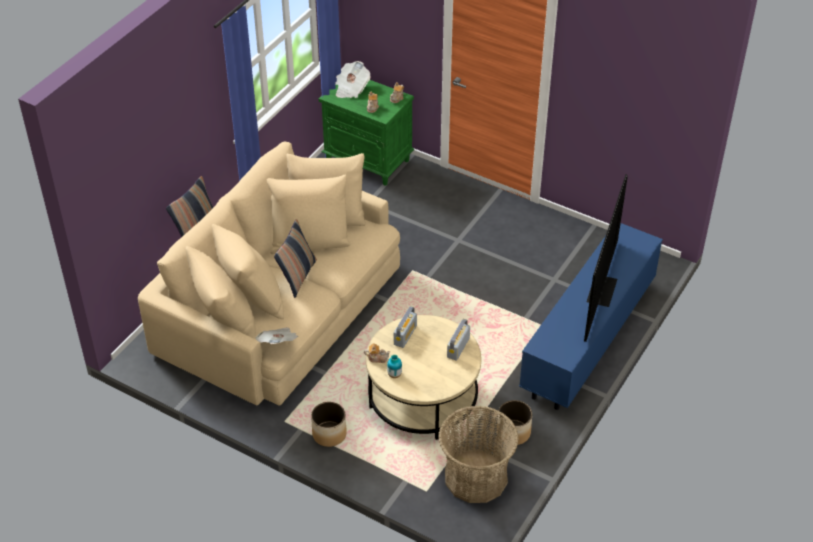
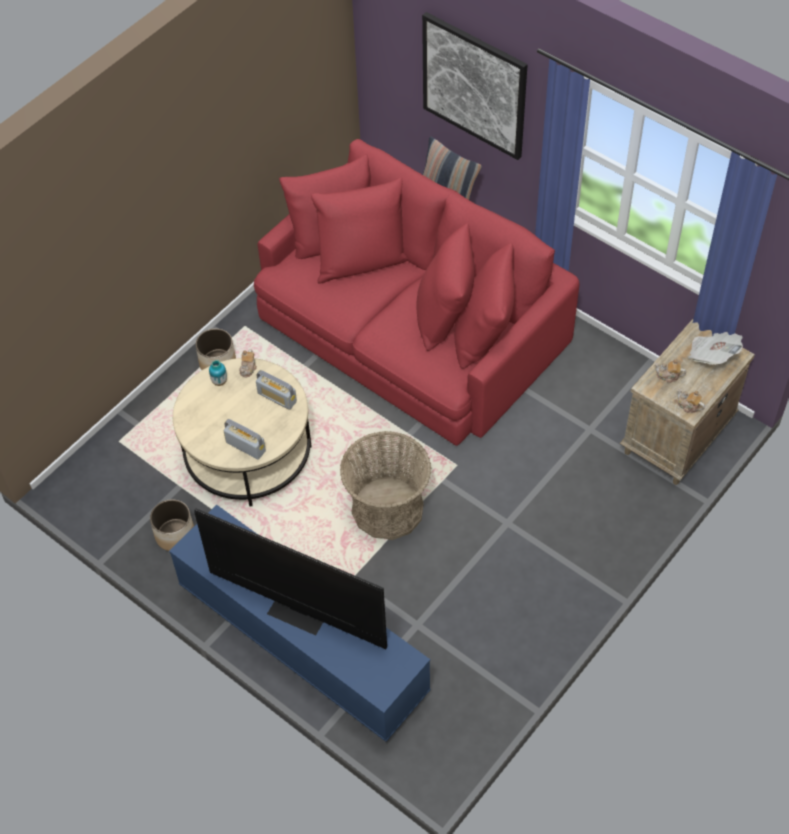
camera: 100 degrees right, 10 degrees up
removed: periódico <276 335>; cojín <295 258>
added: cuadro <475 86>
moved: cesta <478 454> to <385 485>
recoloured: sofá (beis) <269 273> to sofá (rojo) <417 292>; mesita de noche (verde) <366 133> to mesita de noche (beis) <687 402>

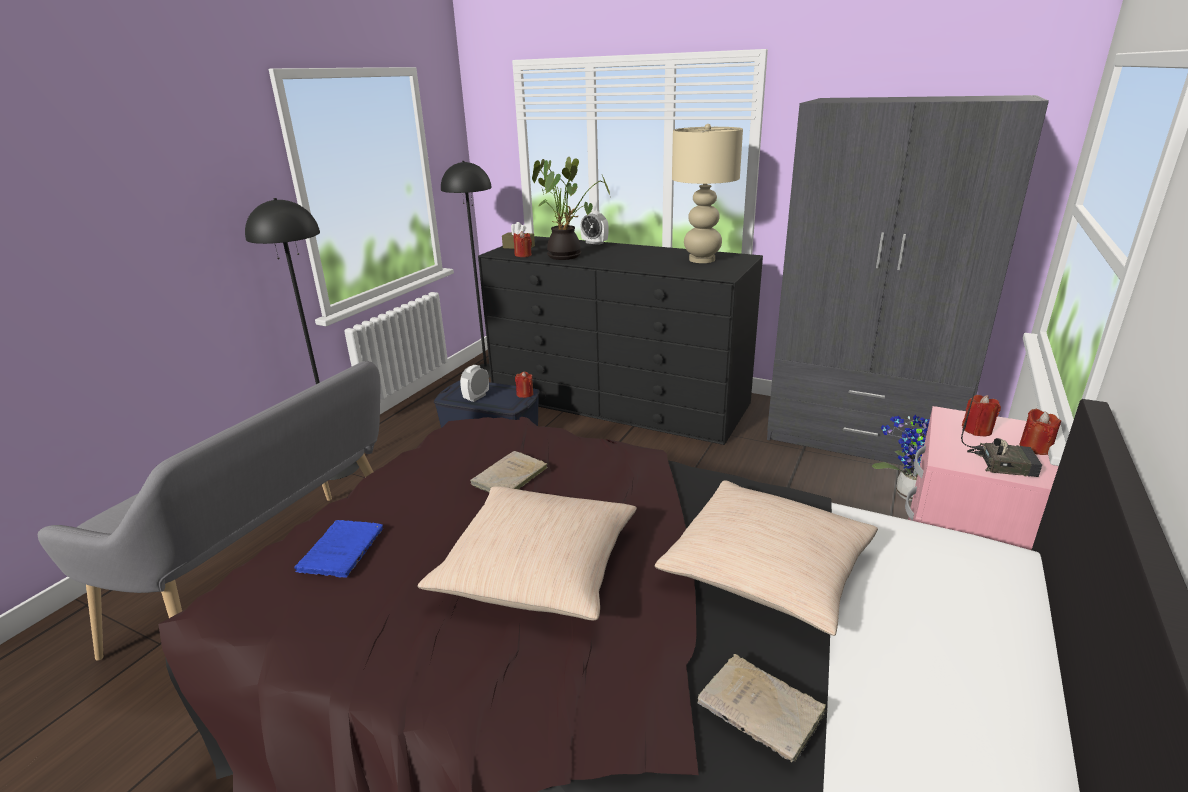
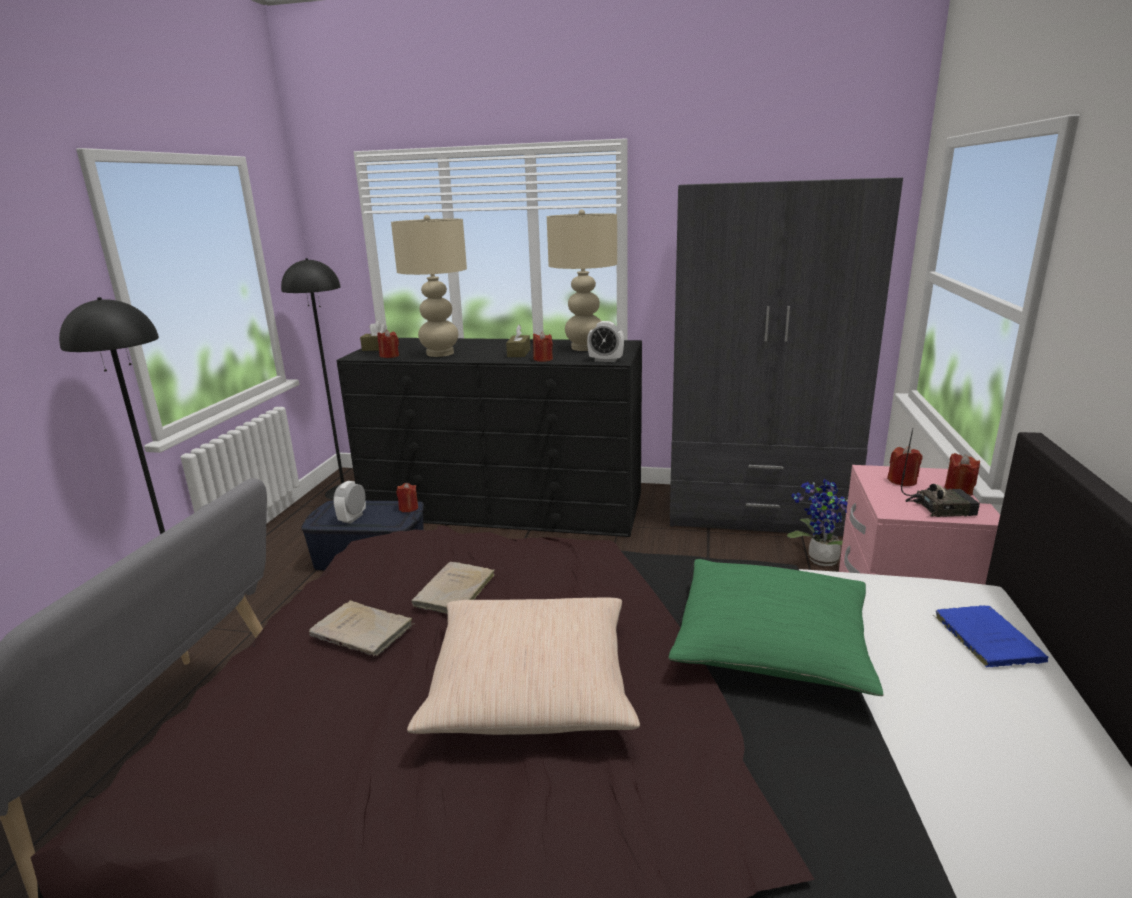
camera: 15 degrees left, 5 degrees down
added: caja de pañuelos (marrón) <518 341>; vela (rojo) <543 347>
moved: libro (azul) <338 549> to <991 636>; despertador <594 228> to <605 341>; libro (beis) <762 708> to <362 628>
replaced: planta en maceta <571 208> to lámpara de mesa (beis) <429 286>
recoloured: cojín (beis) <766 558> to cojín (verde) <776 627>

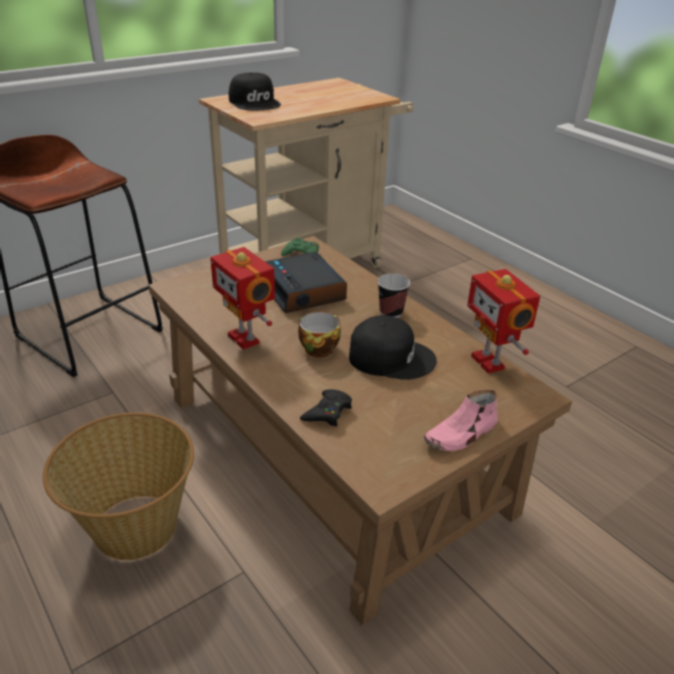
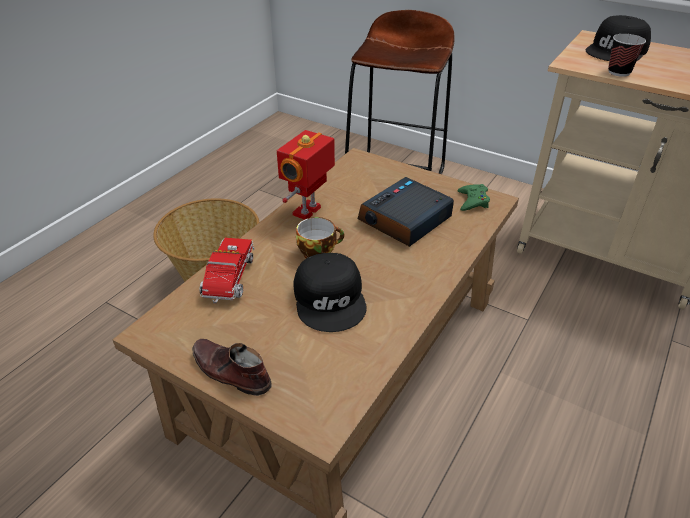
camera: 70 degrees right, 5 degrees up
removed: robot de juguete <503 321>
moved: taza <394 296> to <627 55>
replaced: mando de consola (negro) <326 408> to camión de juguete <226 271>
recoloured: zapato (rosa) <460 420> to zapato (marrón) <231 367>

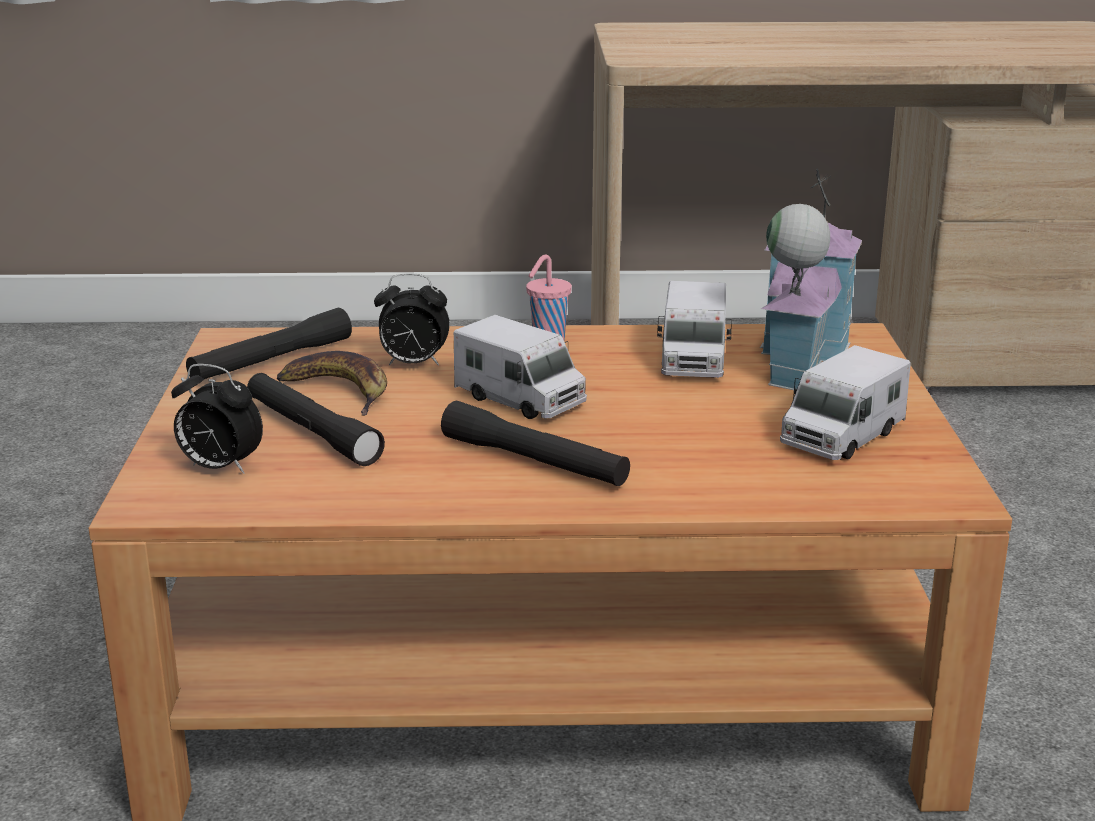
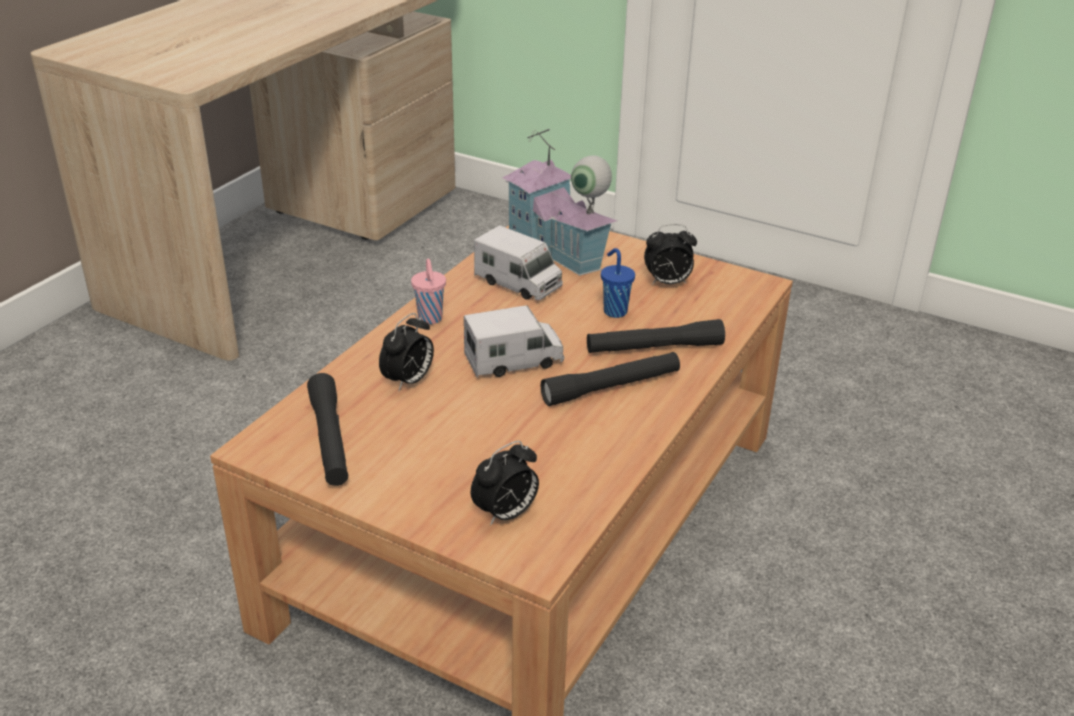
camera: 60 degrees left, 10 degrees up
removed: plátano <332 383>
added: taza (azul) <618 283>
moved: linterna (negro) <316 419> to <656 336>
replaced: camión de juguete <845 402> to despertador <670 254>

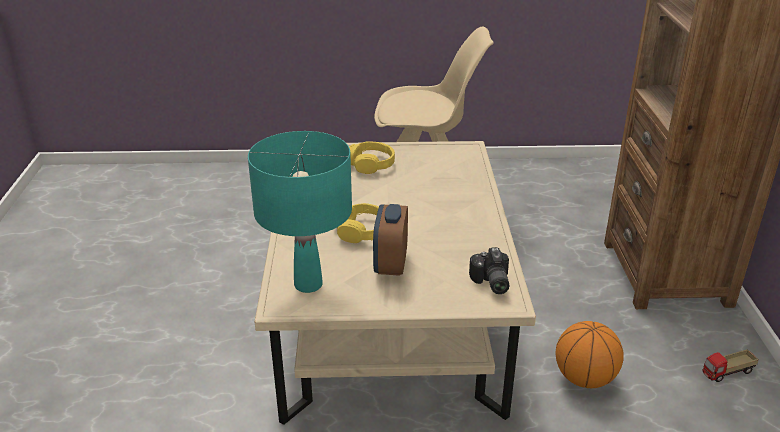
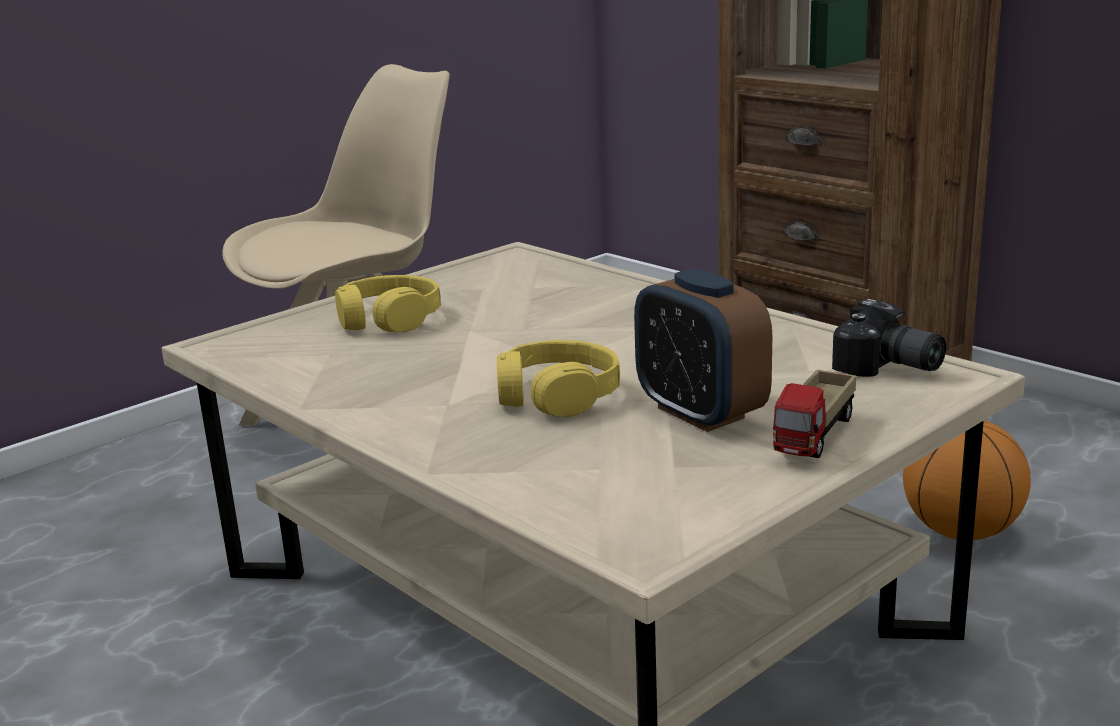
camera: 40 degrees left, 10 degrees down
removed: lámpara de mesa (turquesa) <300 212>
moved: camión de juguete <730 365> to <814 414>

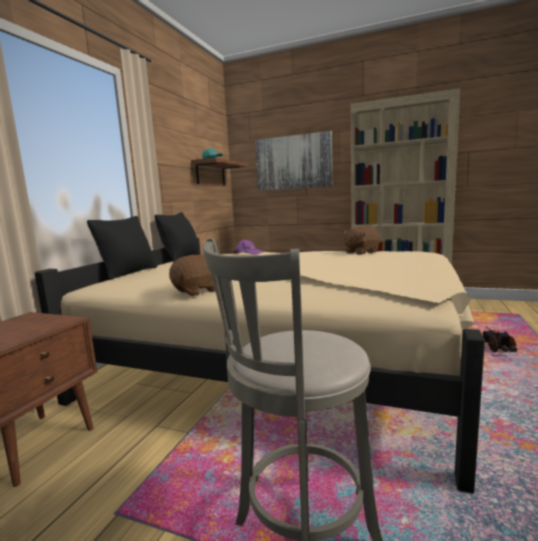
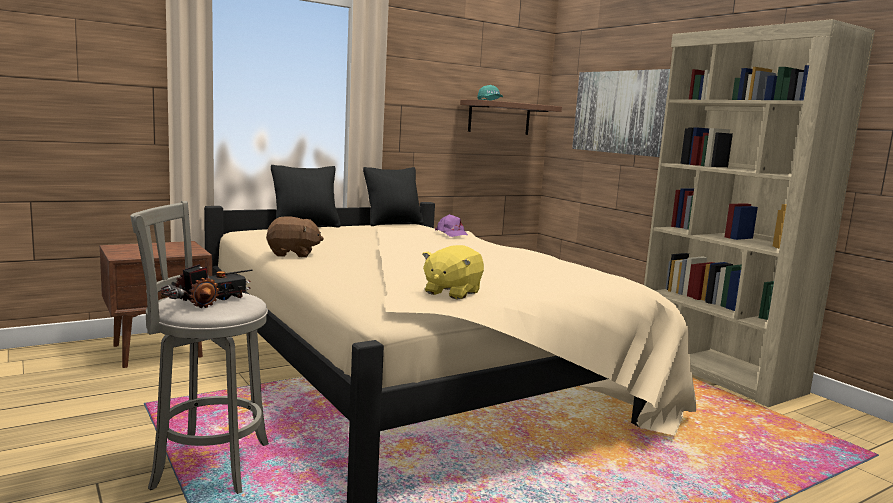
camera: 35 degrees right, 0 degrees up
removed: peluche (marrón) <362 240>
added: peluche (amarillo) <453 272>
moved: camión de juguete <500 339> to <207 286>

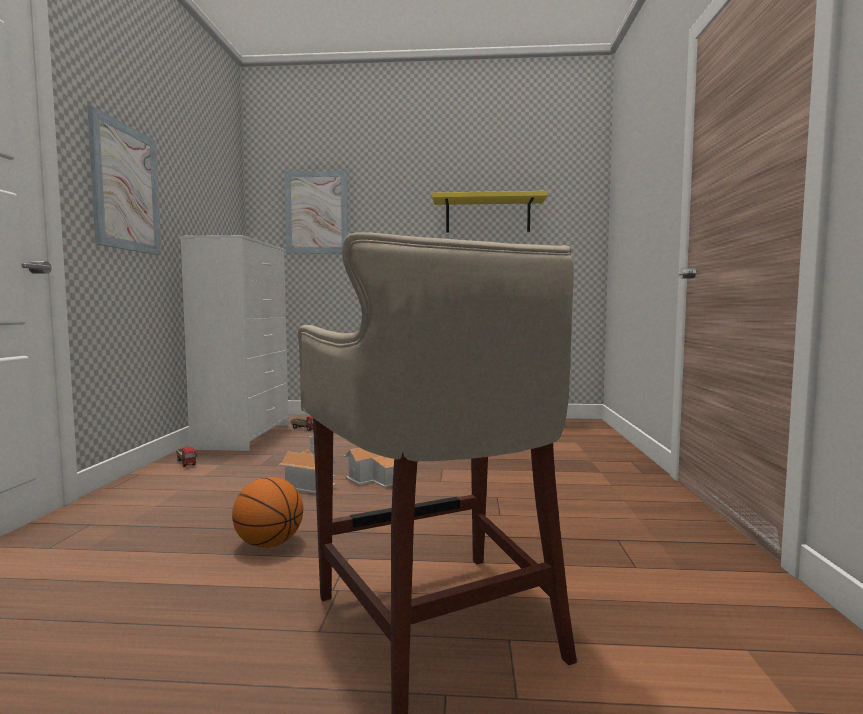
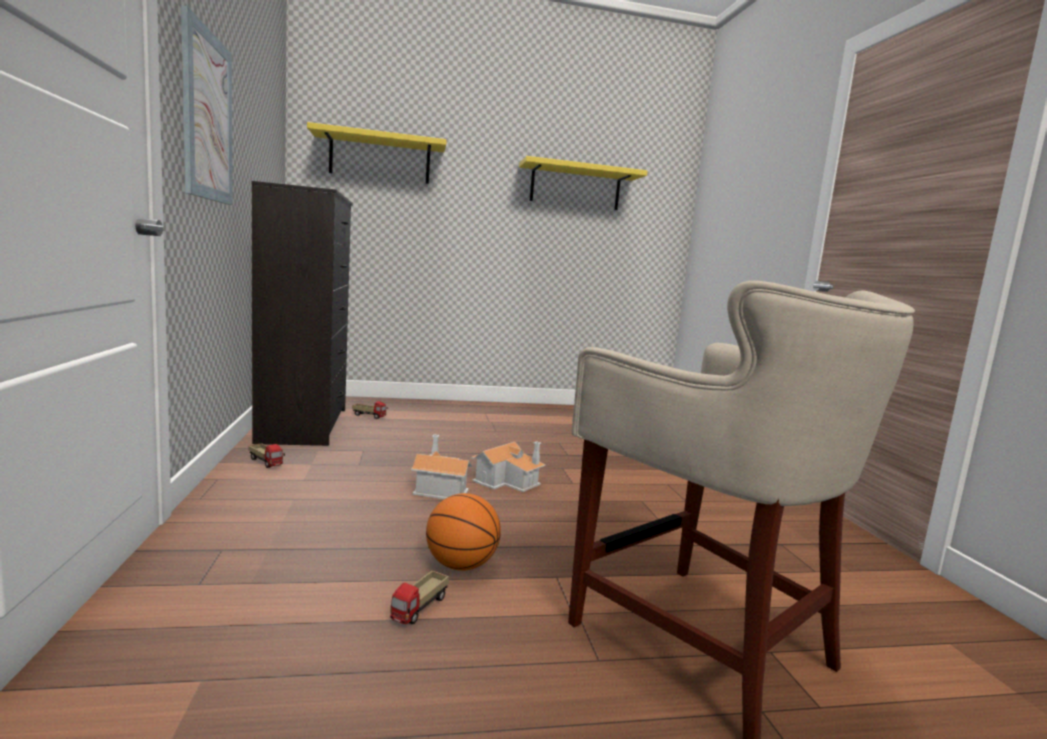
camera: 15 degrees left, 5 degrees up
added: camión de juguete <419 597>
replaced: cuadro <316 212> to estante (amarillo) <377 153>
recoloured: cómoda (blanco) <234 343> to cómoda (negro) <302 313>

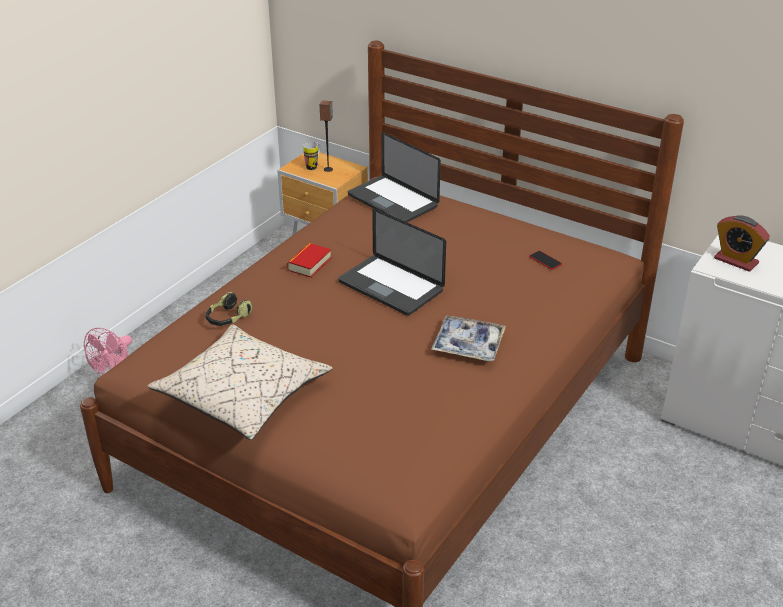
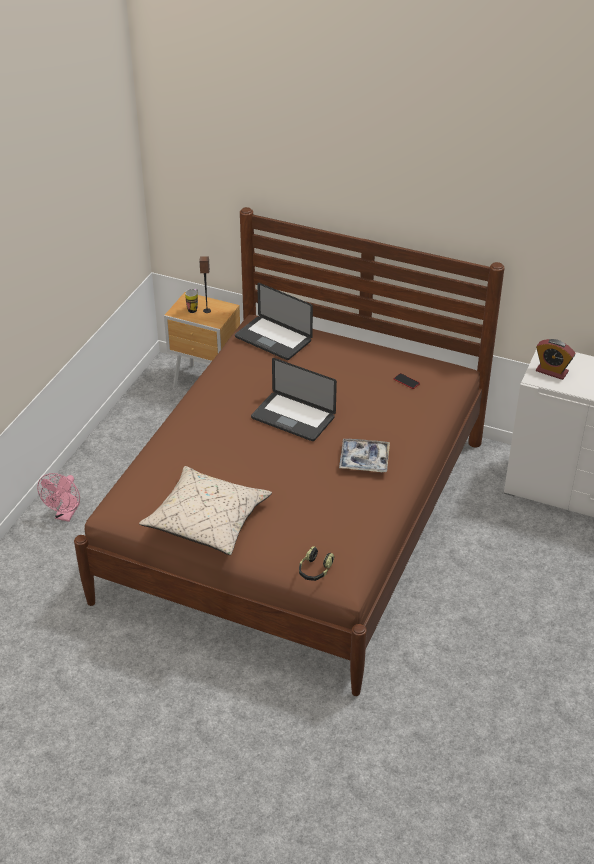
camera: 10 degrees left, 5 degrees up
removed: libro <309 260>
moved: auriculares <229 309> to <316 563>

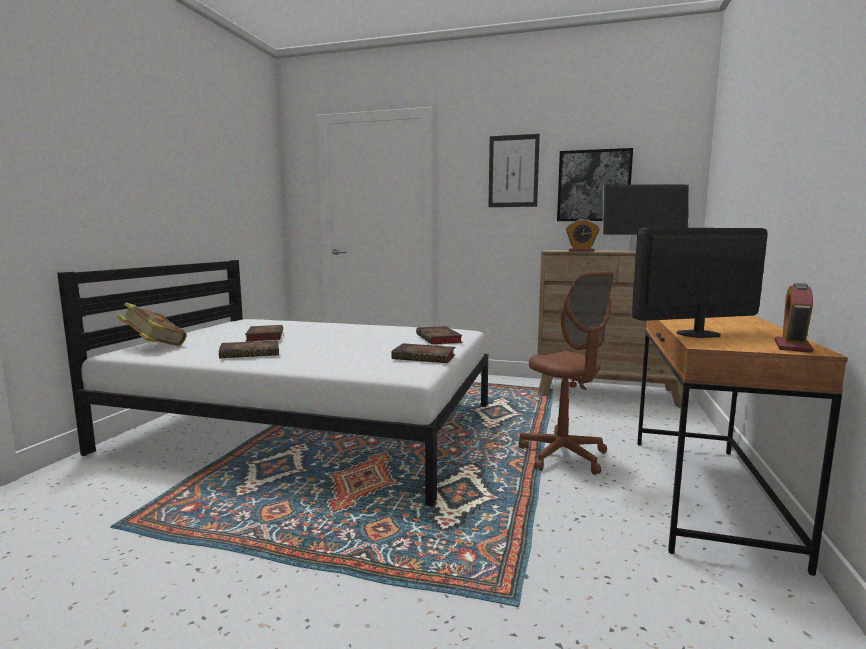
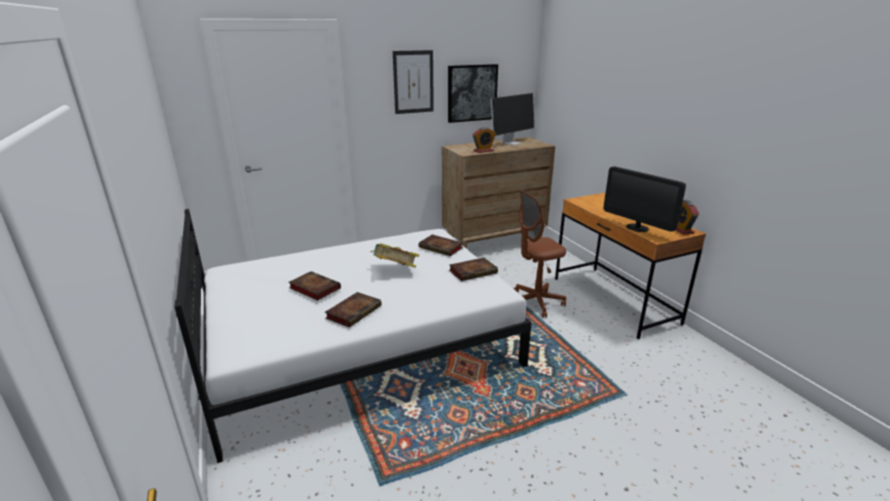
camera: 40 degrees left, 15 degrees up
moved: libro <152 324> to <395 255>
turned: silla de oficina (marrón) <566 373> = <539 254> 135 degrees clockwise; monitor <700 283> = <644 199> 75 degrees counterclockwise

